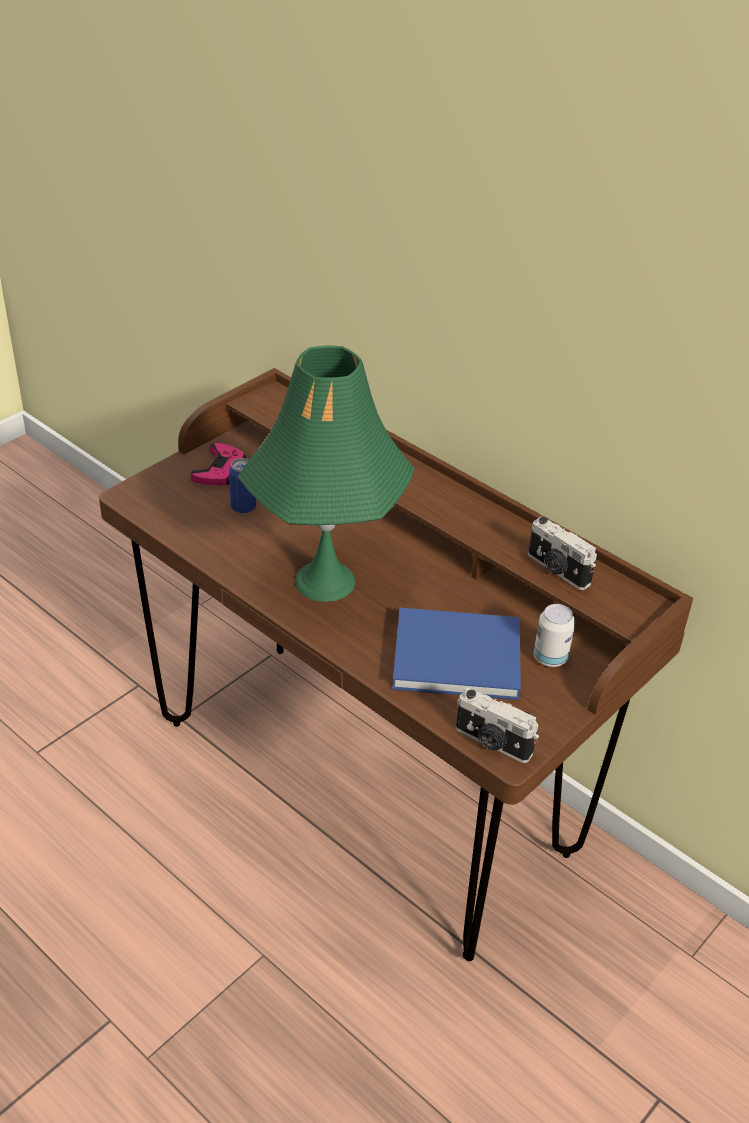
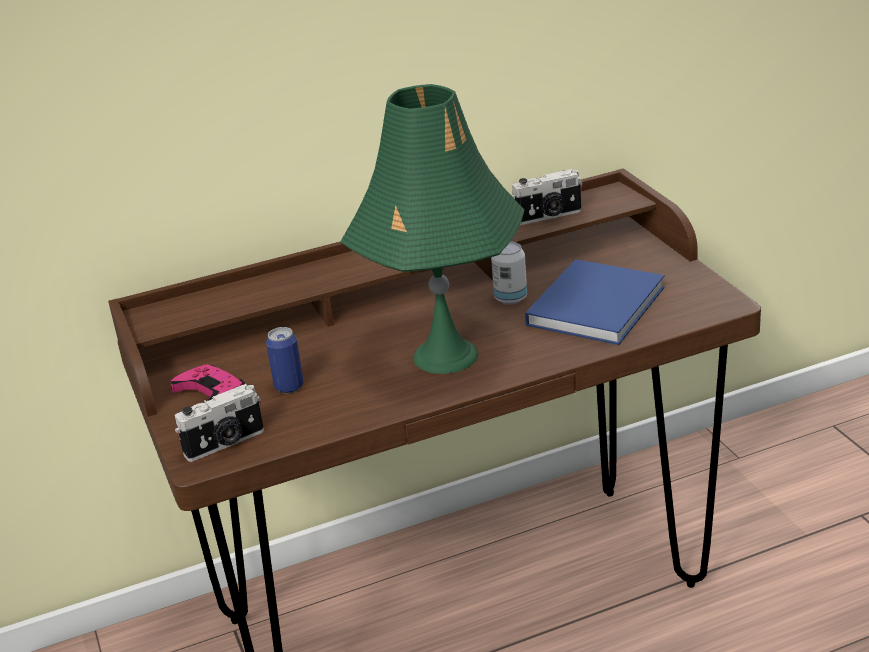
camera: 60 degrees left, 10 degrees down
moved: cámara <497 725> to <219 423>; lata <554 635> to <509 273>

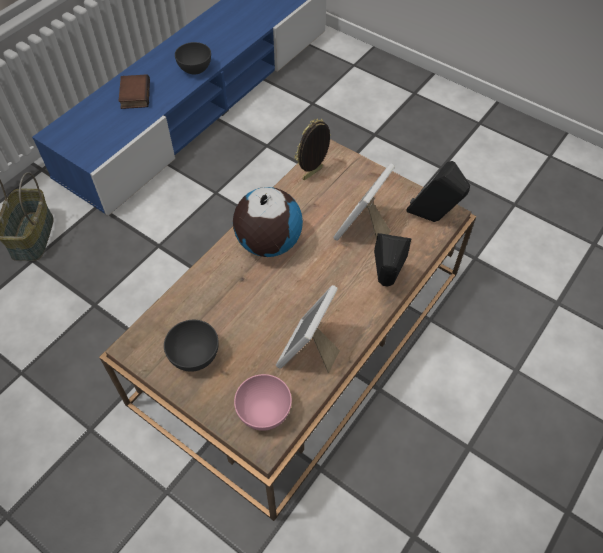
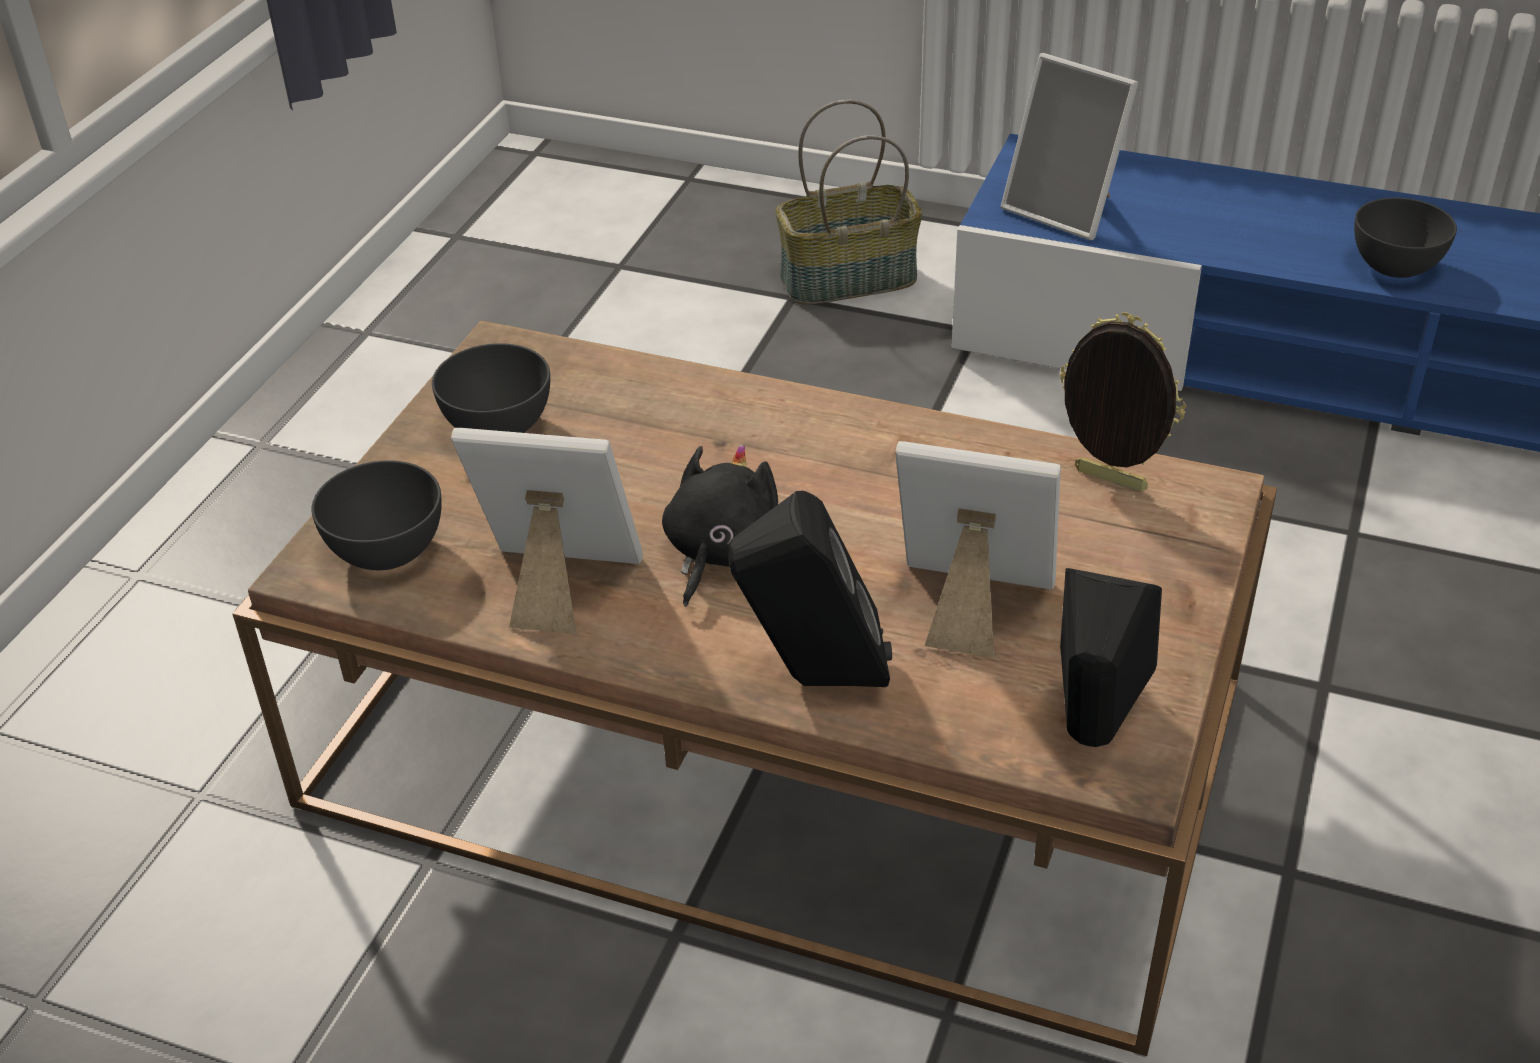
camera: 75 degrees right, 15 degrees down
removed: libro <134 91>; globo terráqueo <268 222>
added: peluche (negro) <720 526>; portarretratos <1069 146>
recoloured: cuenco (rosa) <263 402> to cuenco (gris) <376 515>

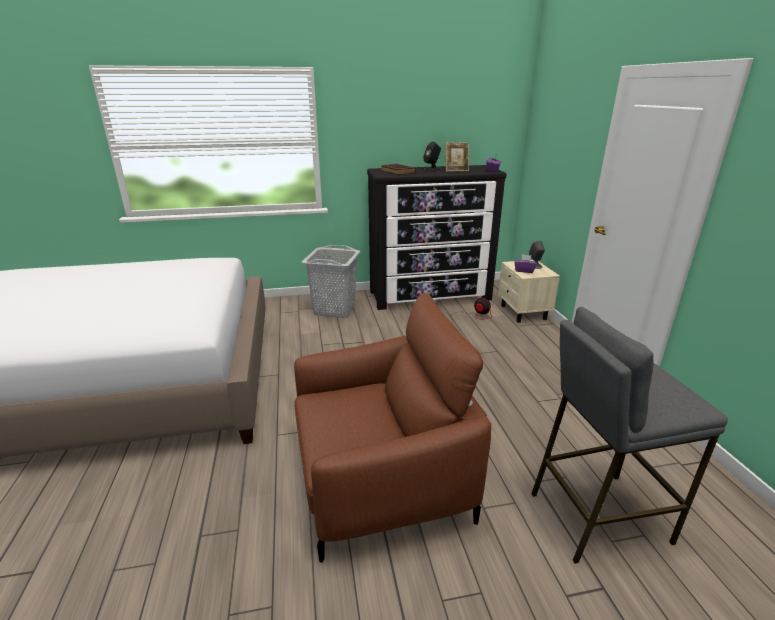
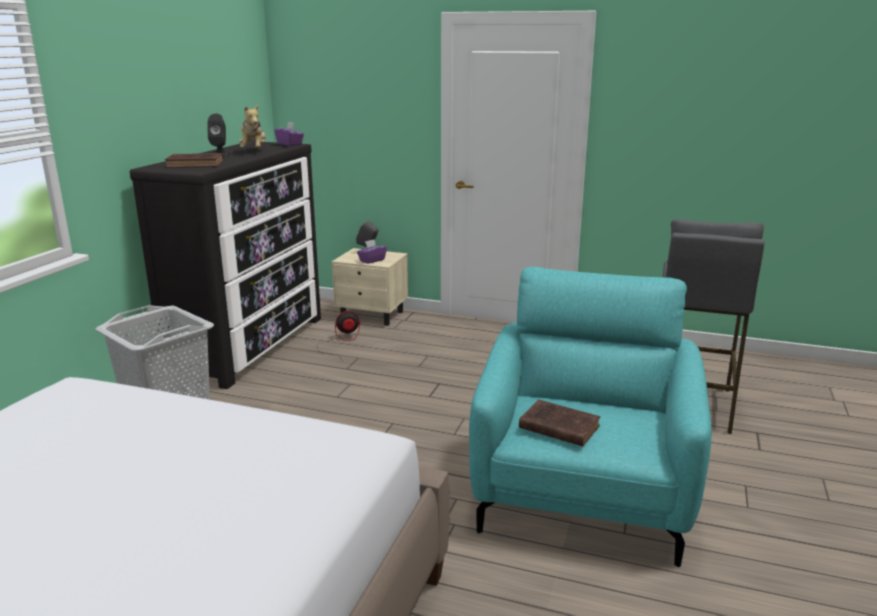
camera: 60 degrees left, 5 degrees down
added: libro (marrón) <560 423>
replaced: portarretratos <457 156> to peluche <252 126>
recoloured: sillón (marrón) <392 428> to sillón (turquesa) <590 417>

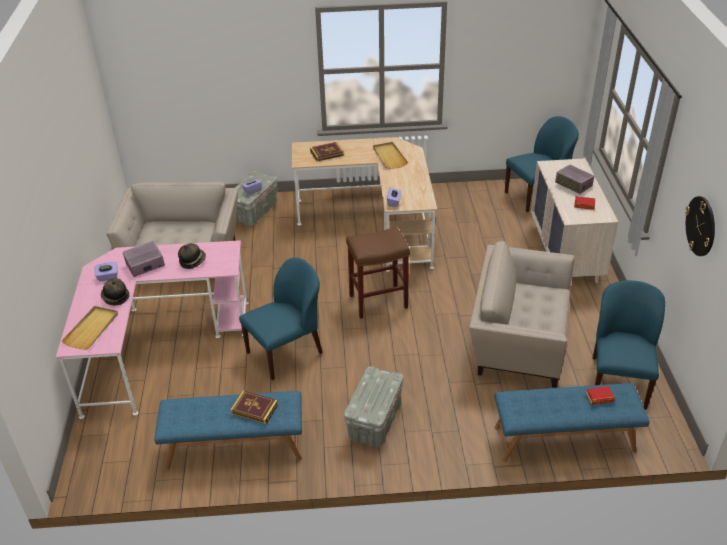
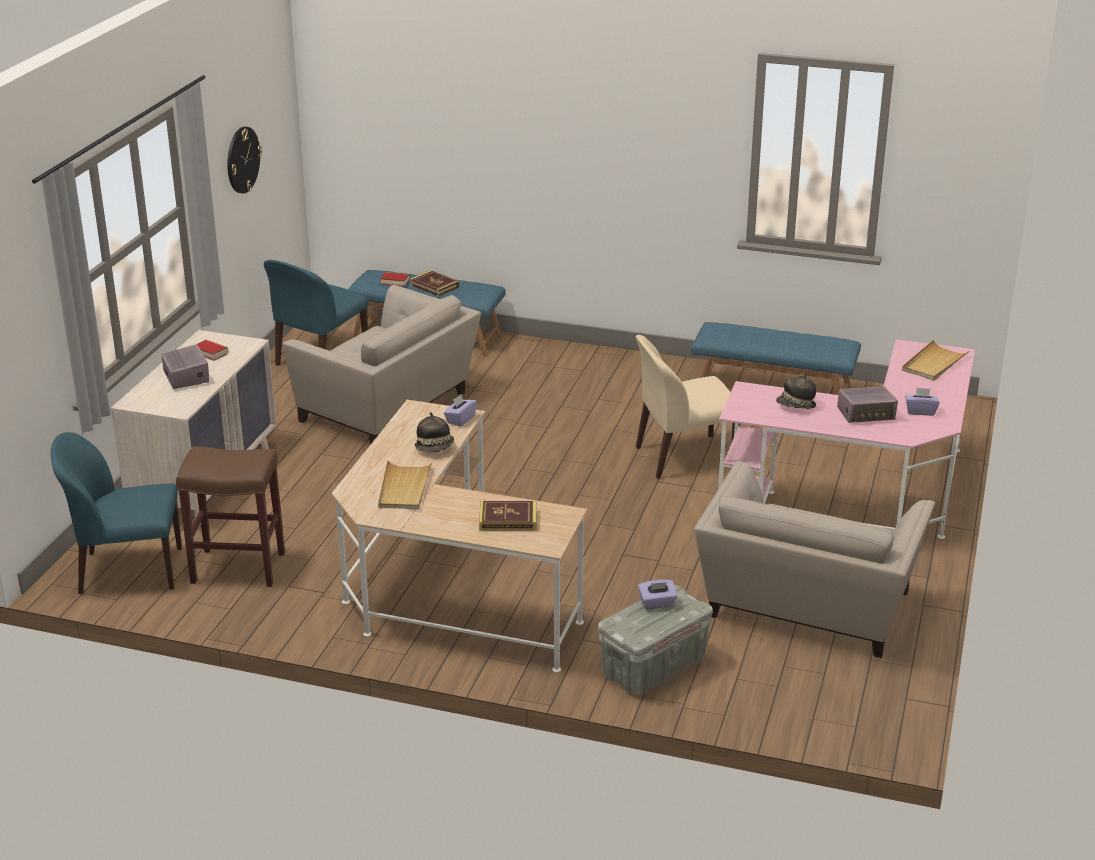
camera: 160 degrees left, 10 degrees down
removed: caja de almacenaje (gris) <373 407>
moved: sombrero <115 291> to <434 432>; libro <254 407> to <434 283>; taburete (marrón) <378 273> to <230 516>
recoloured: silla (azul) <281 318> to silla (beis) <688 407>

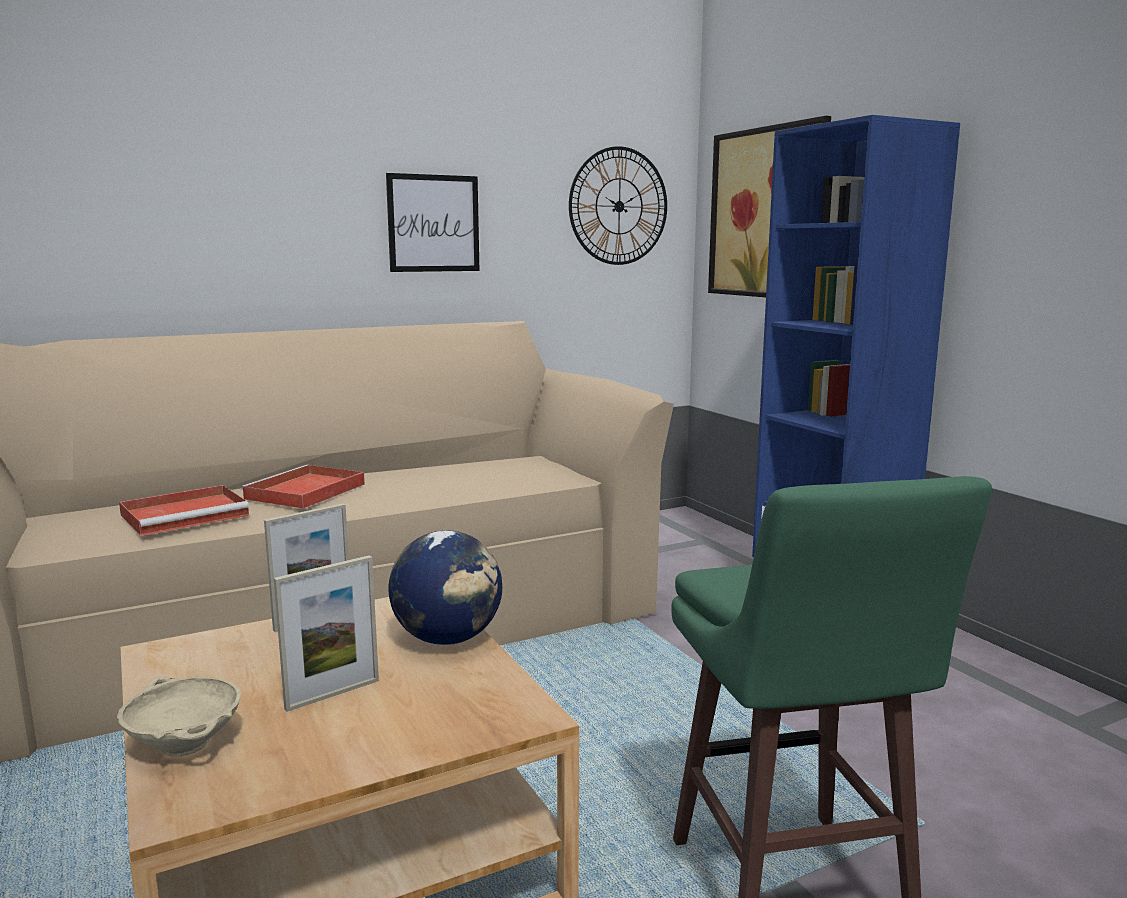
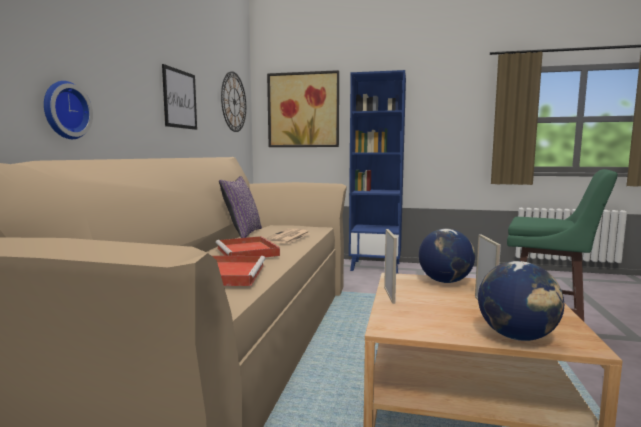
camera: 50 degrees left, 5 degrees down
added: reloj de pared <68 110>; cojín (morado) <240 207>; periódico <287 236>
replaced: cuenco (beis) <179 716> to globo terráqueo <521 301>

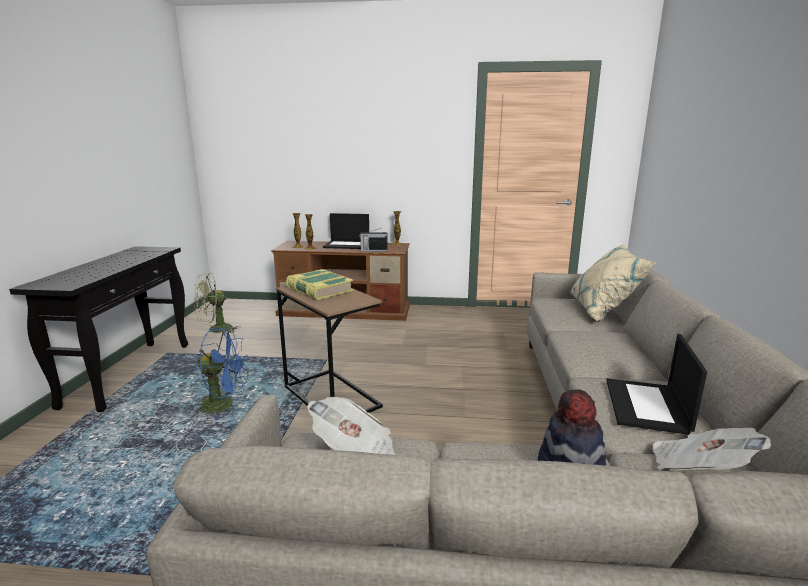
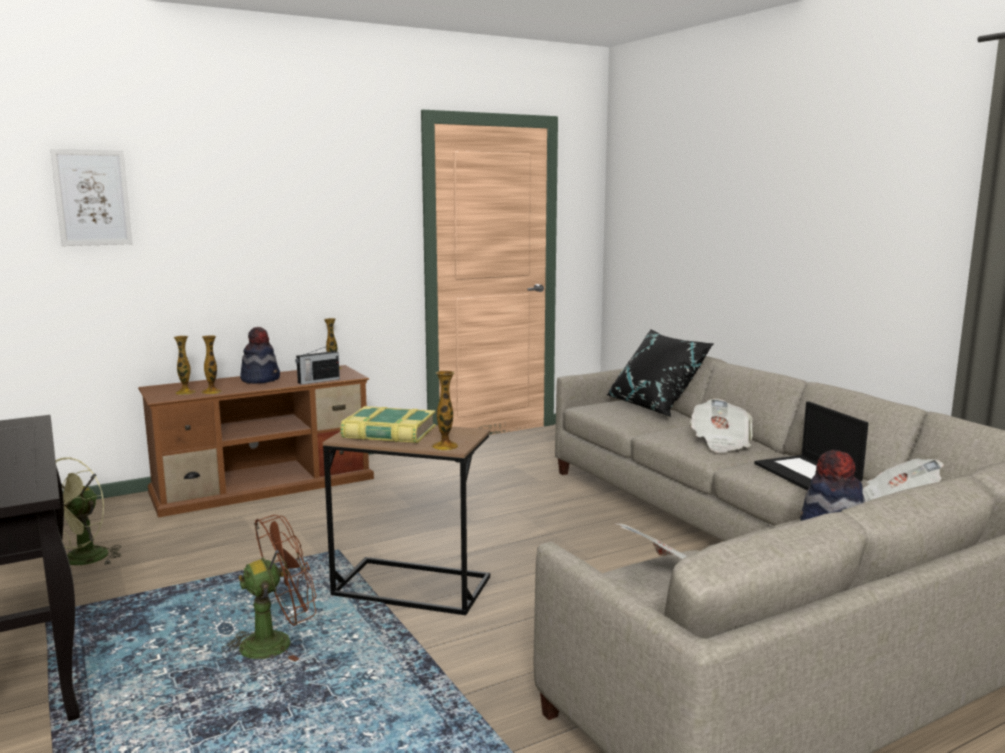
camera: 35 degrees left, 5 degrees down
added: cuadro <91 197>; florero <445 411>; periódico <721 426>
replaced: portátil <346 231> to sombrero <260 355>
recoloured: ventilador (azul) <222 374> to ventilador (marrón) <268 588>; cojín (beis) <612 282> to cojín (negro) <660 373>

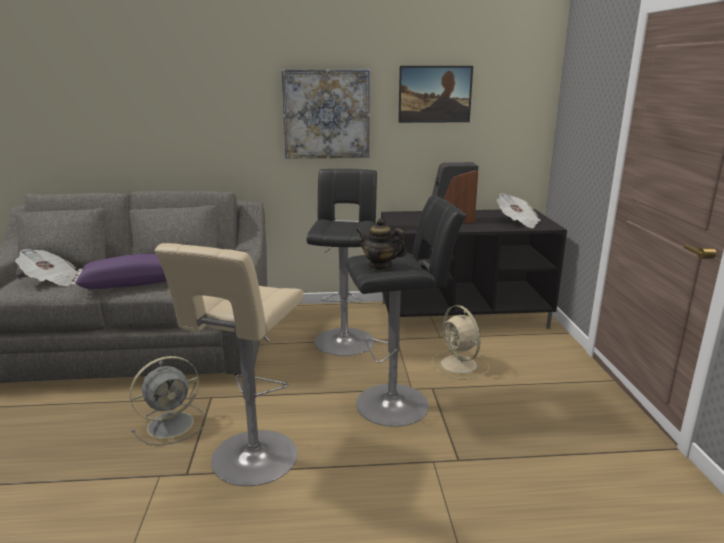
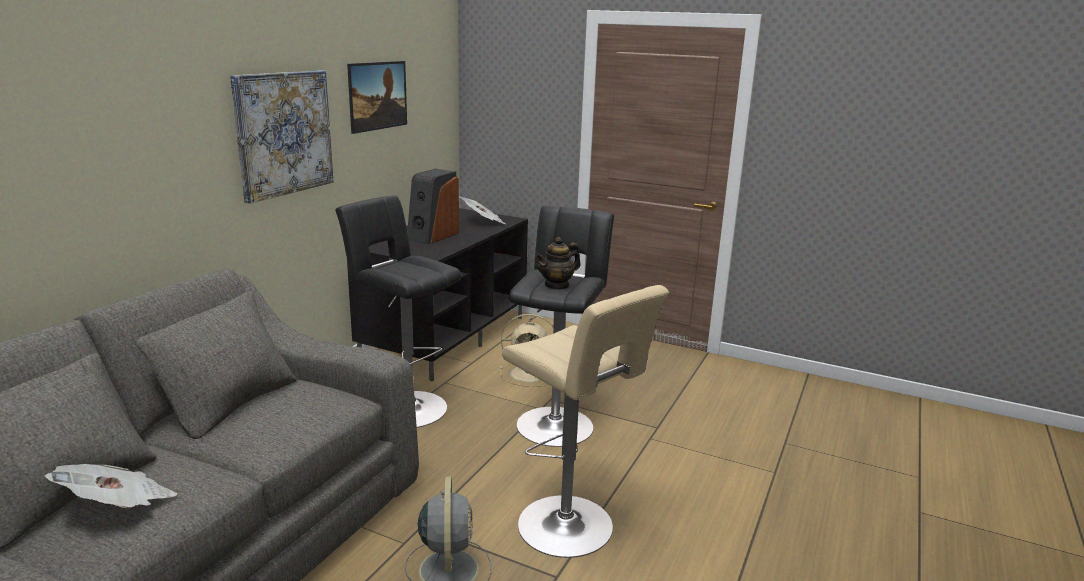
camera: 60 degrees left, 0 degrees up
removed: cojín (morado) <119 271>

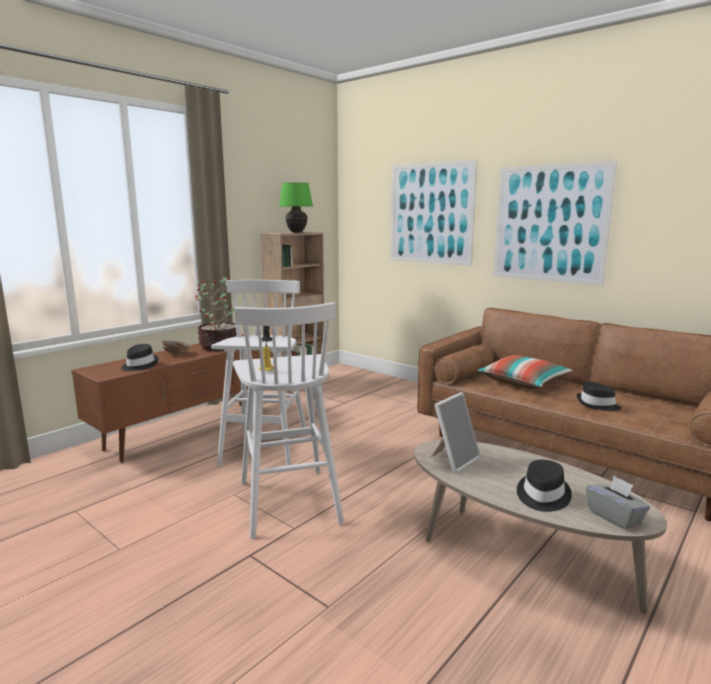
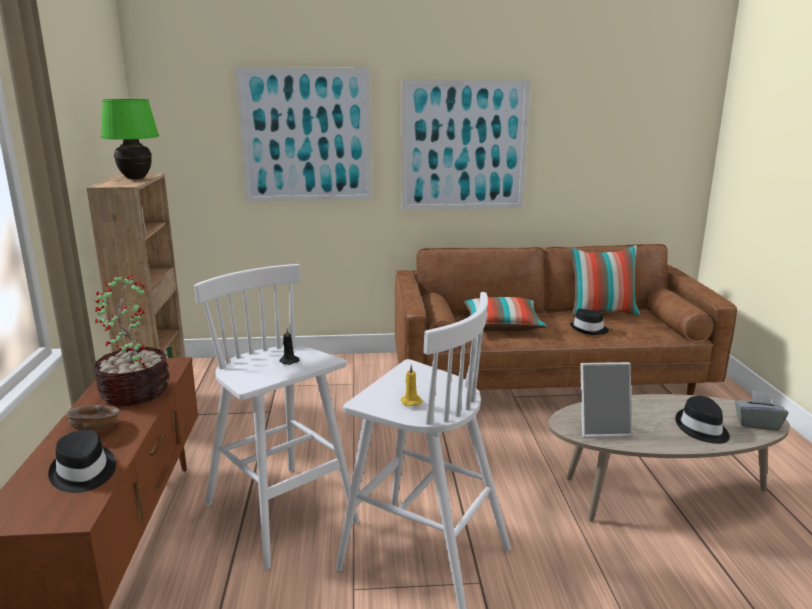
camera: 45 degrees left, 5 degrees up
added: cojín <604 281>
turned: portarretratos <455 432> = <606 399> 90 degrees clockwise

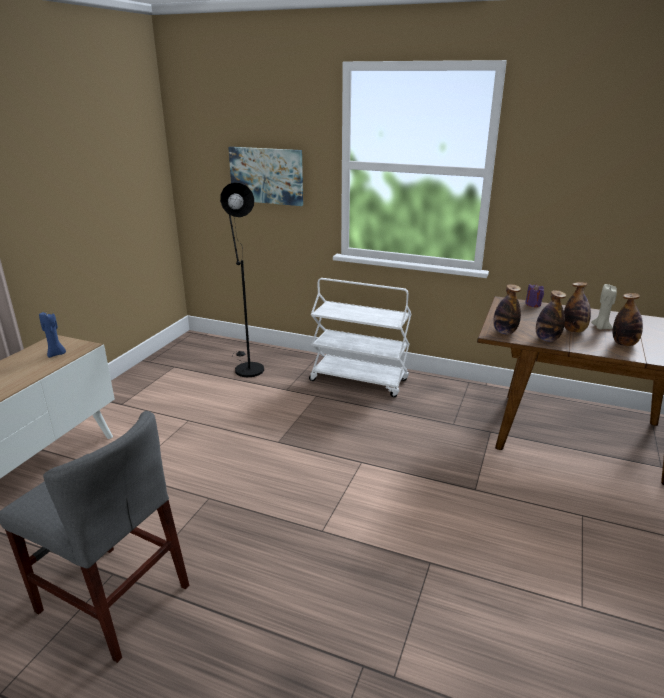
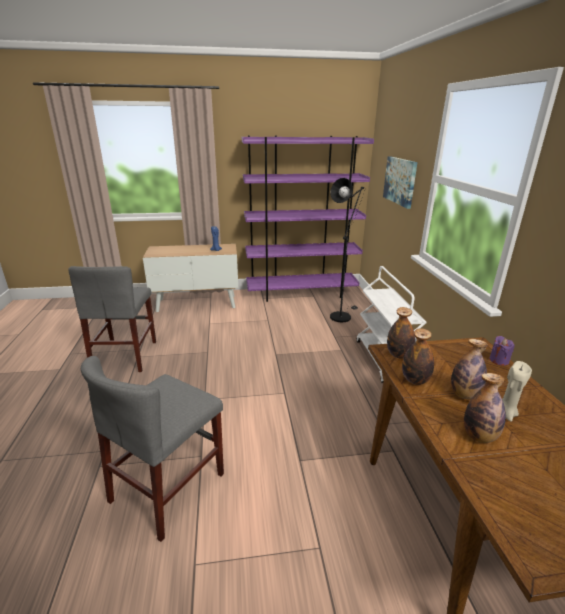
camera: 60 degrees right, 0 degrees up
added: silla (gris) <152 449>; estantería (morado) <308 218>

